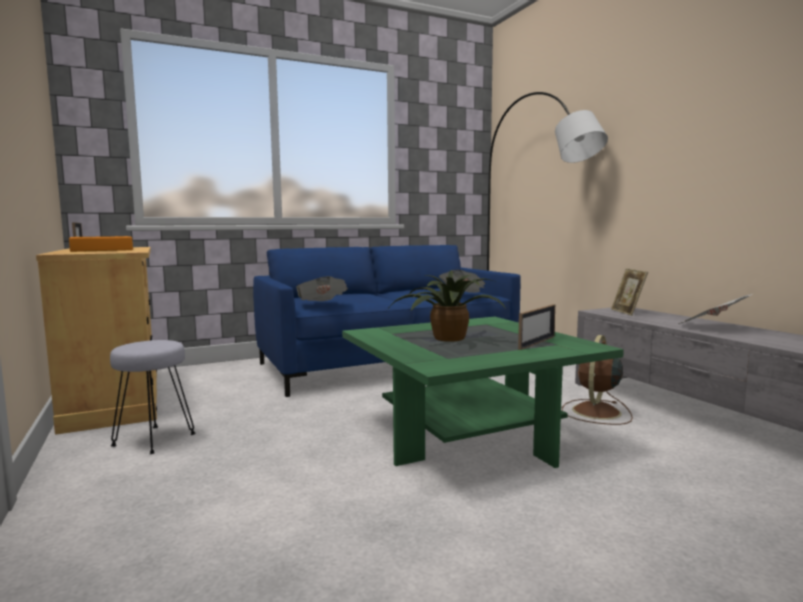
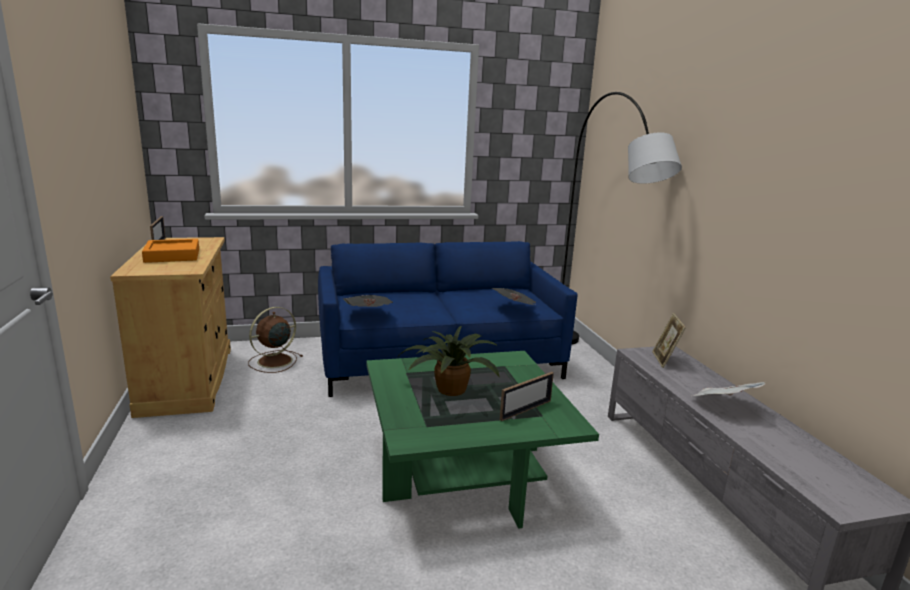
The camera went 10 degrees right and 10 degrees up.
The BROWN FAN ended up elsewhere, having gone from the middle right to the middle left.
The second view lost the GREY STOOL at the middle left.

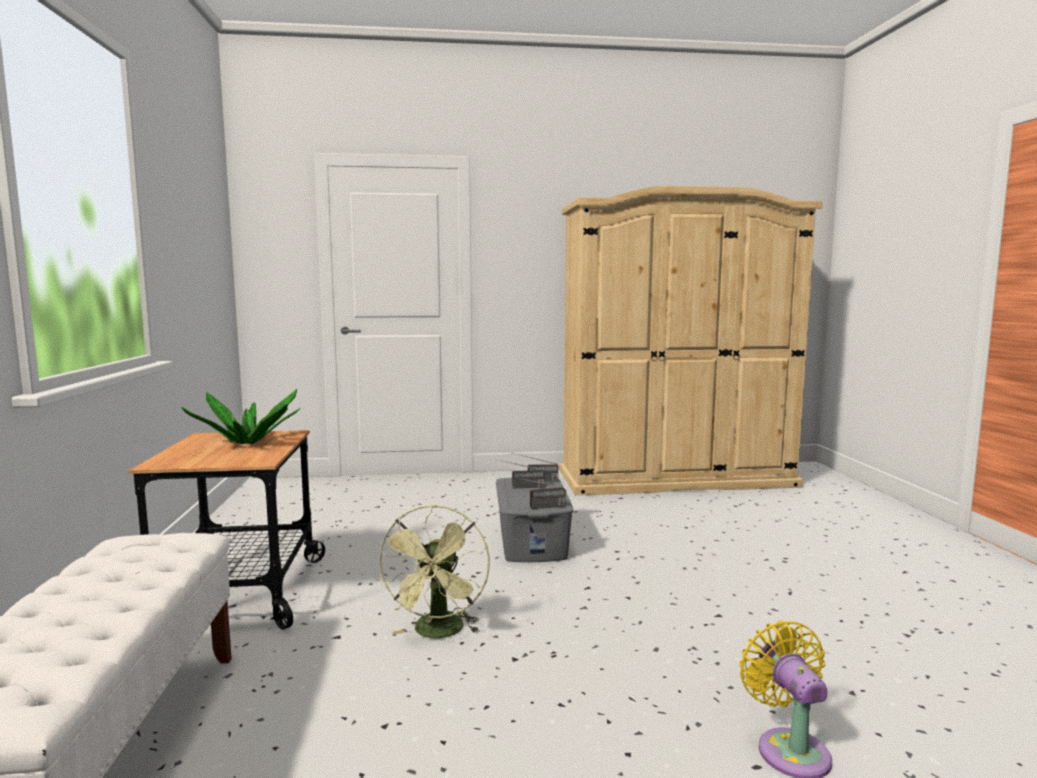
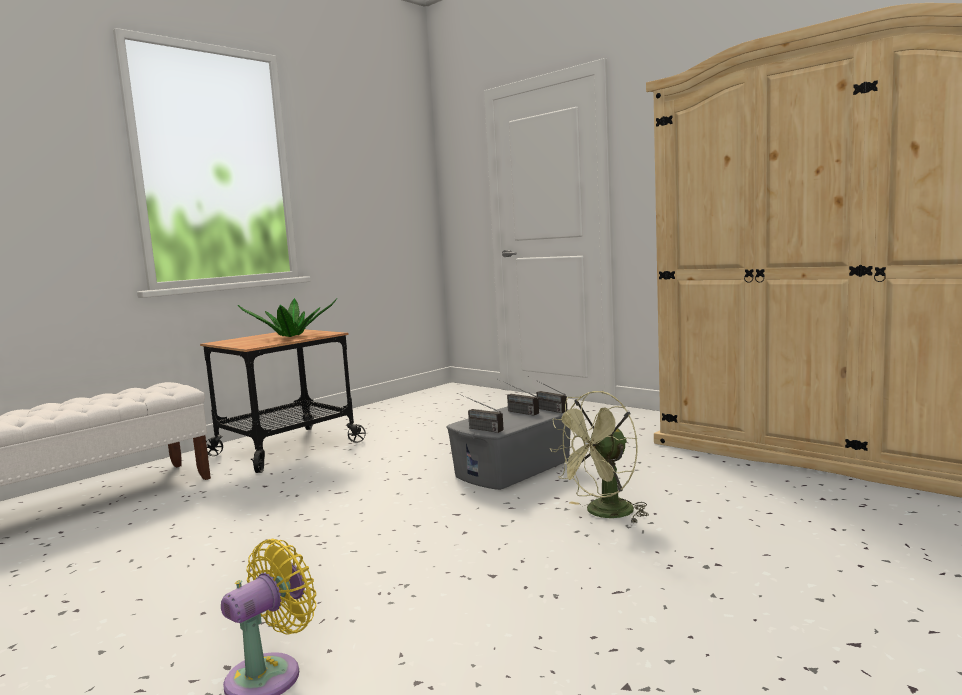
The camera went 50 degrees right and 0 degrees up.
The GREEN FAN ended up elsewhere, having gone from the bottom centre to the centre.

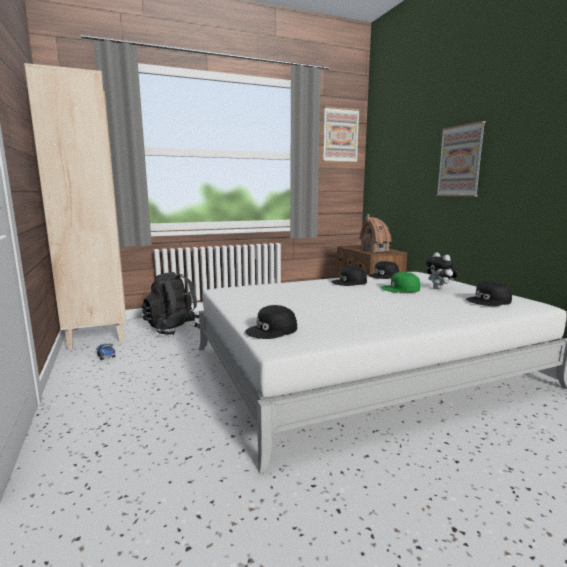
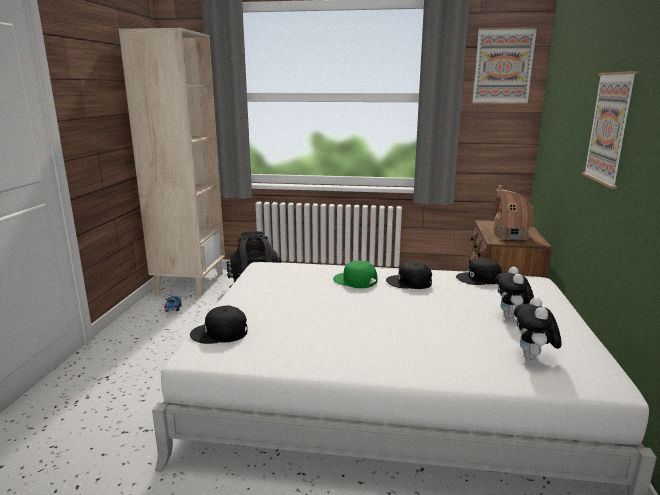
The camera went 30 degrees right and 5 degrees up.
The GREEN CAP ended up elsewhere, having gone from the middle right to the centre.
Where the BLACK CAP (no. 4 from left) stood at the middle right, the PLUSH TOY (no. 2 from left) came to stand at the middle right.

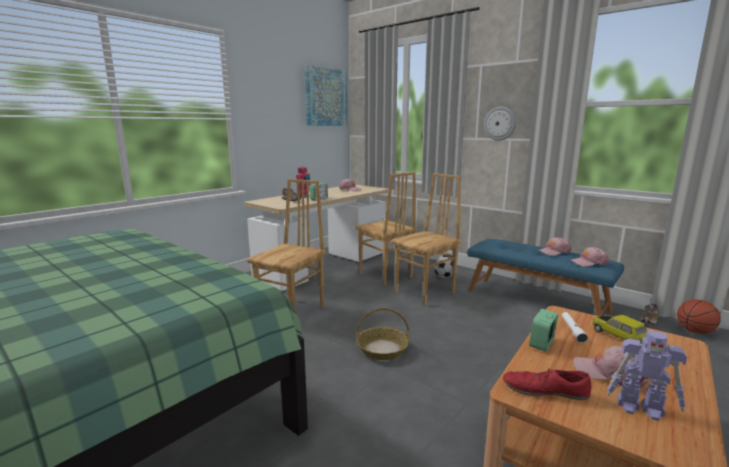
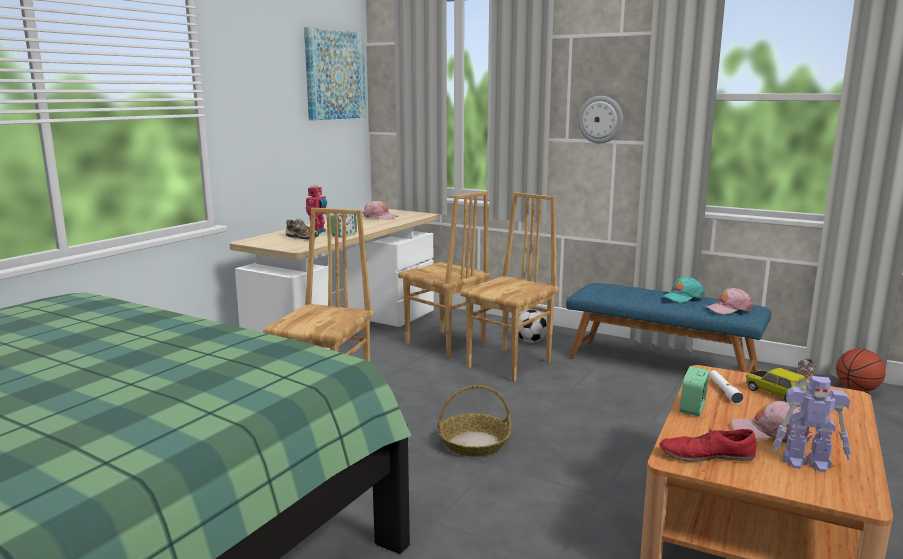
The camera went 10 degrees left and 0 degrees up.
What was the PINK CAP (no. 2 from left) at the middle right turned into the TURQUOISE CAP at the middle right.

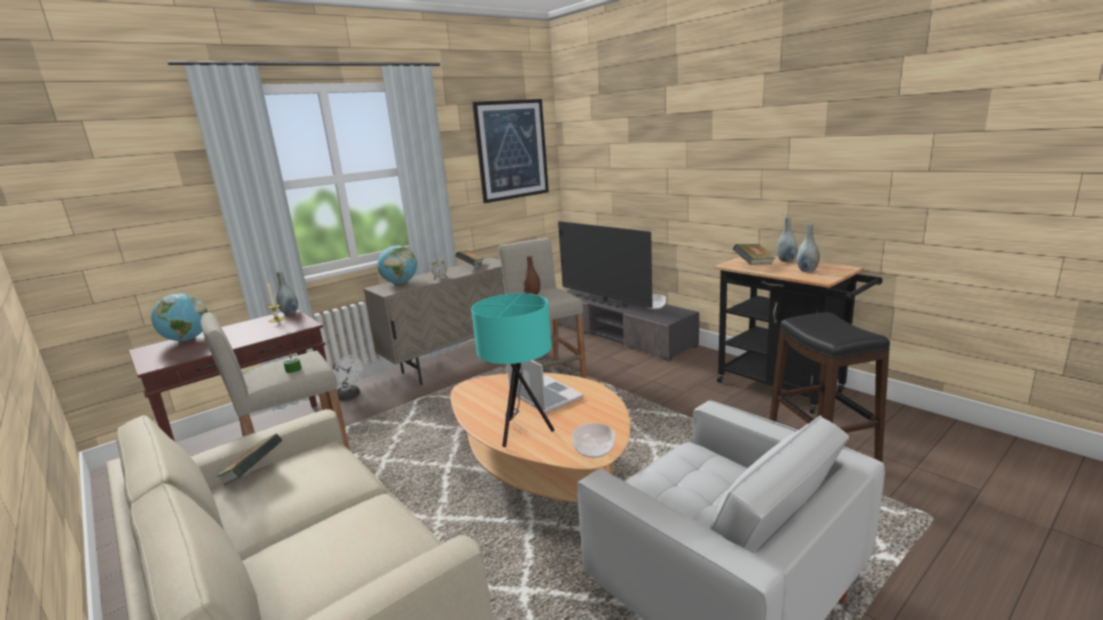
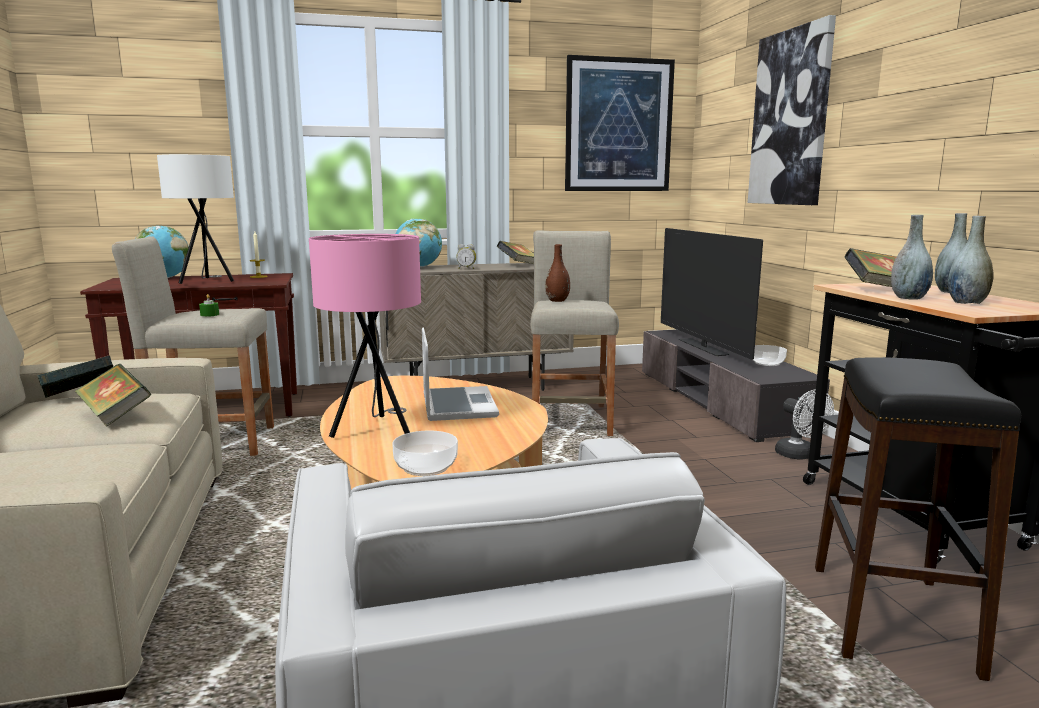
The camera went 25 degrees right and 5 degrees down.
The second view gained the BOOK (no. 2 from left) at the middle left.
The second view gained the WHITE TABLE LAMP at the top left.
What was the TURQUOISE TABLE LAMP at the centre turned into the PINK TABLE LAMP at the centre.
The second view gained the PICTURE (no. 2 from left) at the top right.
The WHITE FAN ended up elsewhere, having gone from the middle left to the middle right.
The GREY VASE (no. 1 from left) ended up elsewhere, having gone from the middle left to the middle right.

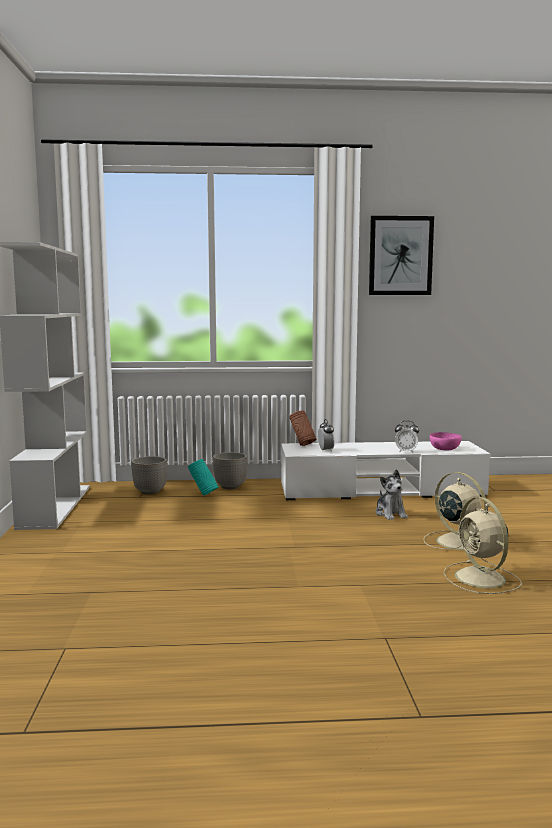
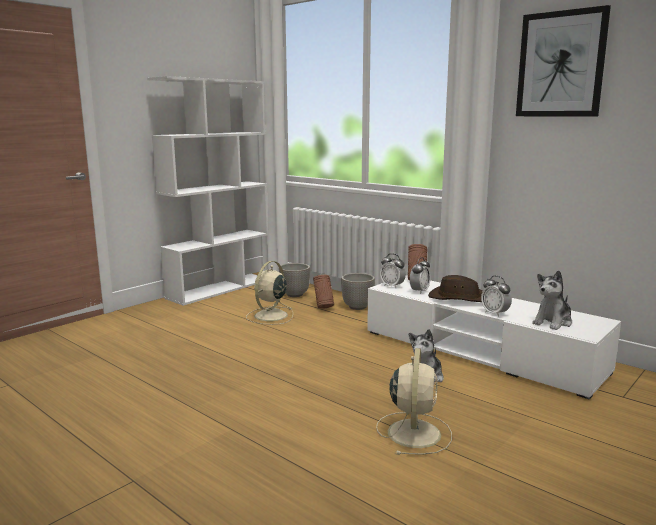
The camera went 45 degrees right and 5 degrees up.
The BEIGE FAN (no. 2 from left in the first image) ended up elsewhere, having gone from the middle right to the centre.
What was the TURQUOISE VASE at the centre turned into the BROWN VASE (no. 1 from left) at the centre.
The second view gained the ALARM CLOCK (no. 1 from left) at the centre.
The second view gained the BROWN HAT at the middle right.
Where the PINK BOWL stood at the middle right, the PLUSH TOY (no. 2 from left) came to stand at the middle right.

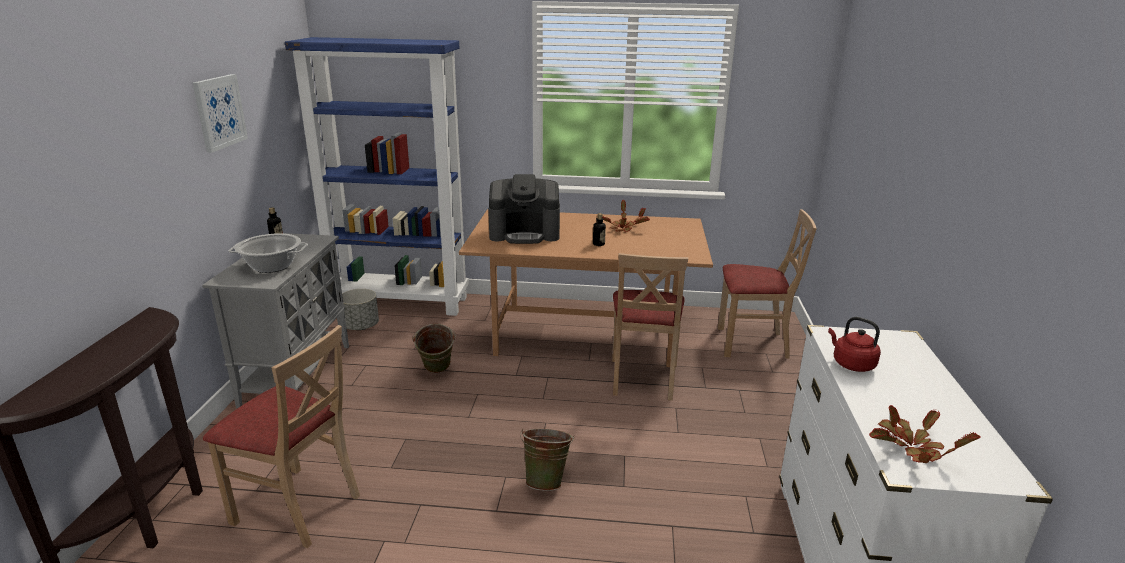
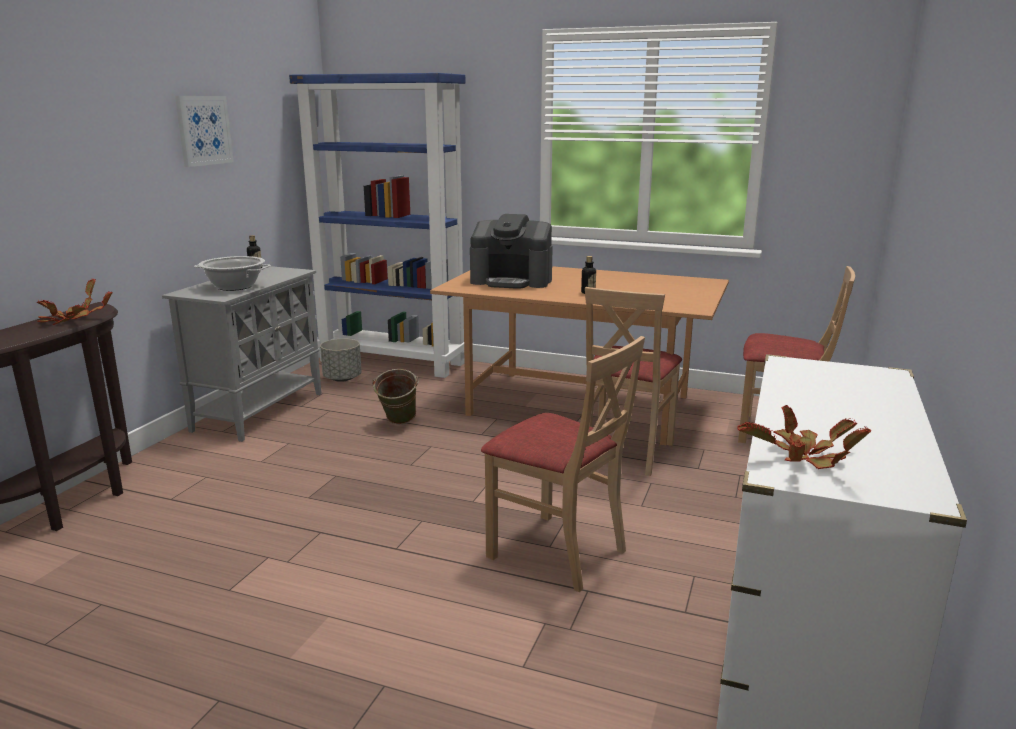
The camera went 15 degrees right and 5 degrees down.
The POTTED PLANT (no. 1 from left) ended up elsewhere, having gone from the centre to the middle left.
The BEIGE CHAIR (no. 1 from left) ended up elsewhere, having gone from the bottom left to the centre.
The second view lost the GREEN BUCKET (no. 2 from left) at the bottom centre.
The second view lost the RED KETTLE at the middle right.

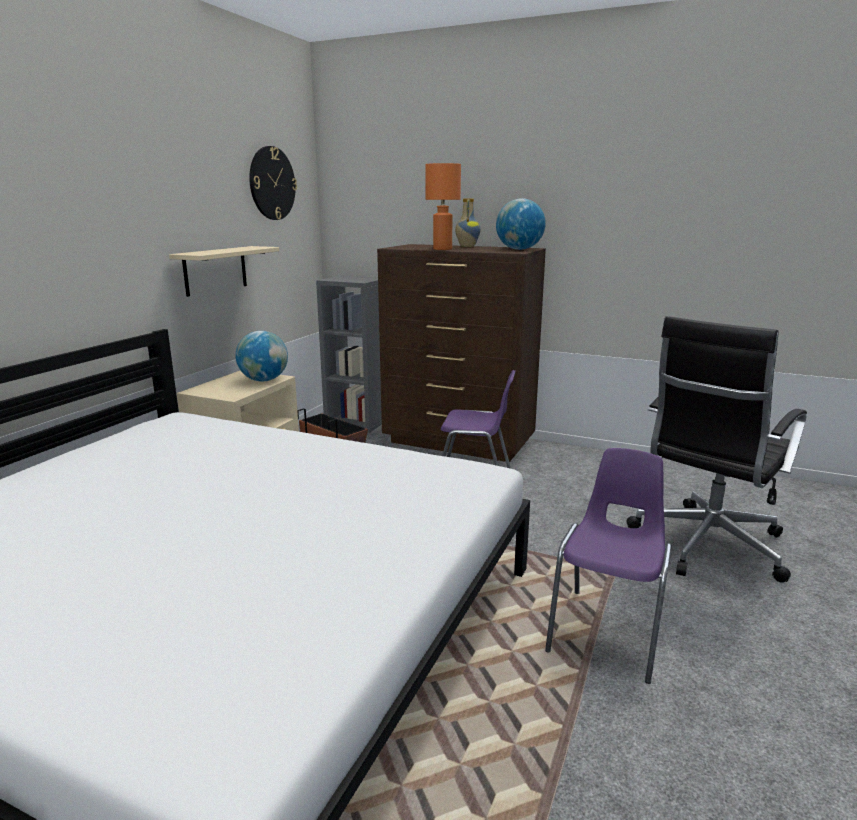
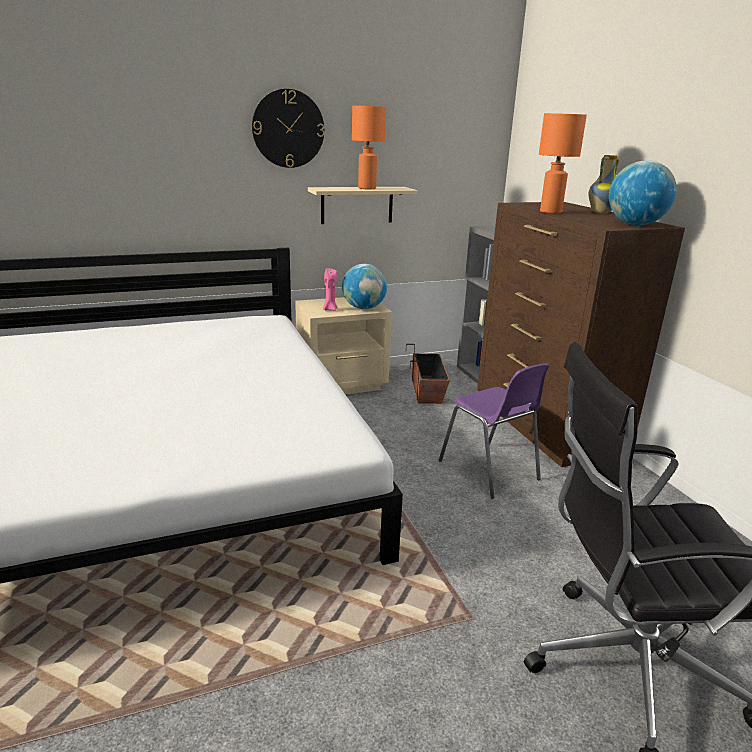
The camera went 45 degrees right and 5 degrees up.
The WALL CLOCK ended up elsewhere, having gone from the top left to the top centre.
The second view gained the PINK CANDLE at the centre.
The second view gained the ORANGE TABLE LAMP (no. 1 from left) at the top centre.
The second view lost the PURPLE CHAIR (no. 2 from left) at the bottom right.

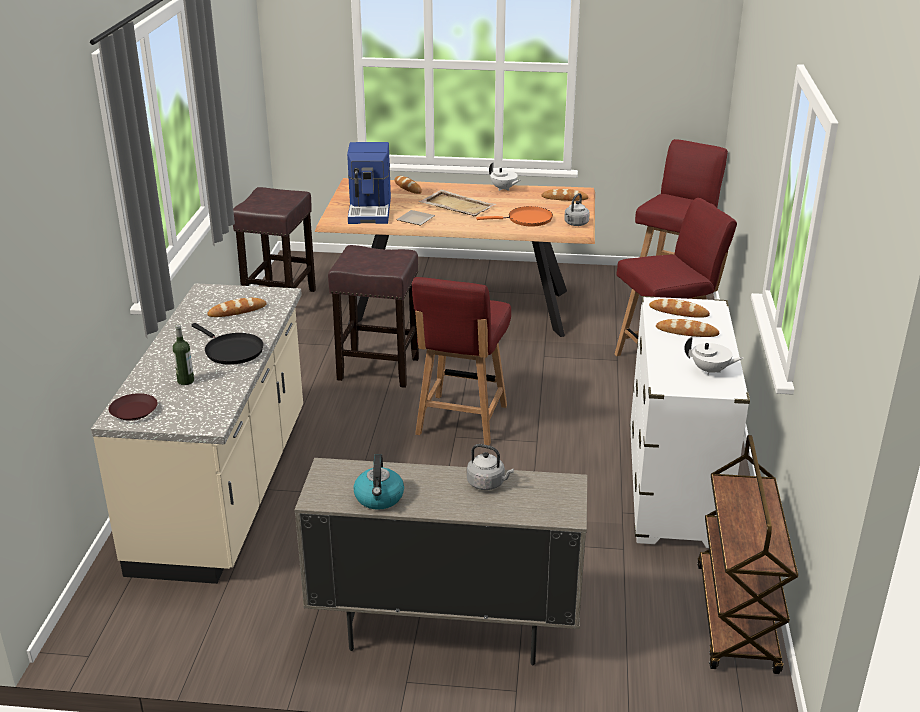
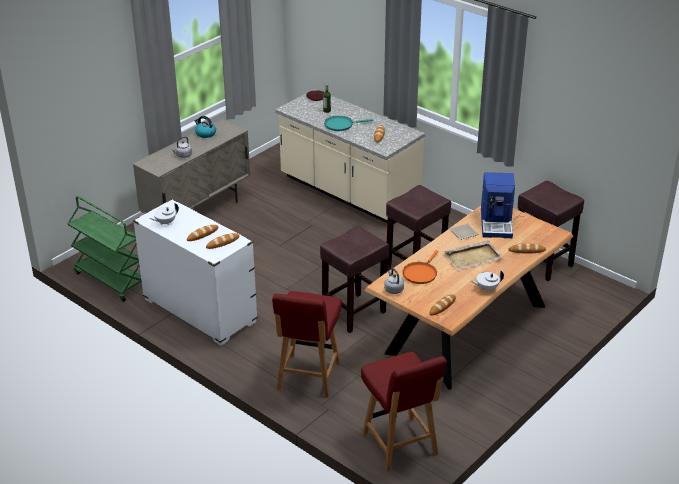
The camera went 125 degrees right and 5 degrees up.
What was the BROWN CART at the bottom right turned into the GREEN CART at the middle left.
The second view gained the BROWN STOOL (no. 1 from left) at the centre.
What was the BLACK FRYING PAN at the middle left turned into the TURQUOISE FRYING PAN at the top centre.
The COFFEE MACHINE at the top centre ended up facing another way, 120 degrees counterclockwise from before.
The second view lost the RED CHAIR (no. 1 from left) at the centre.

